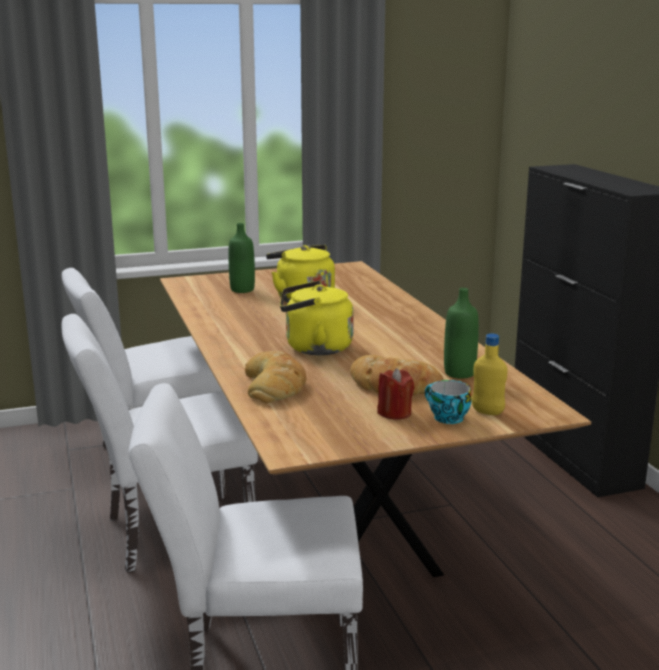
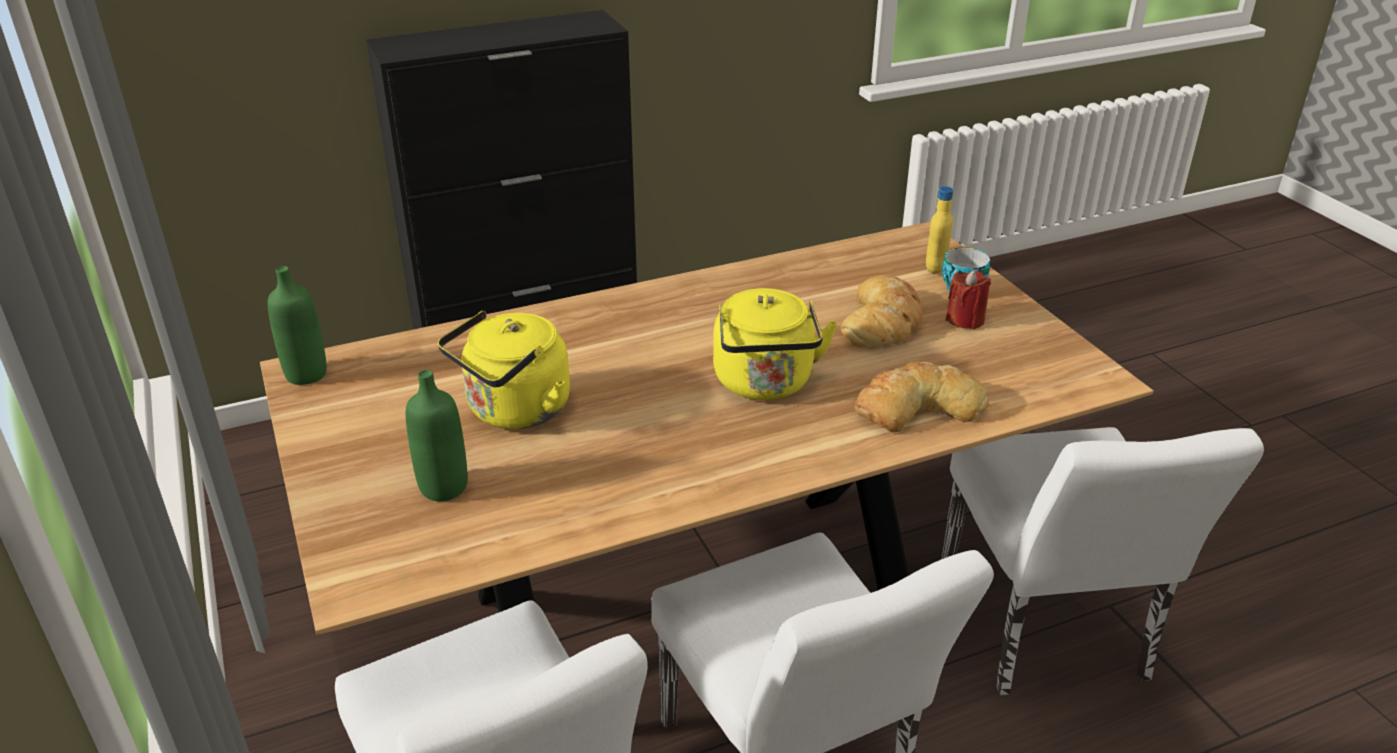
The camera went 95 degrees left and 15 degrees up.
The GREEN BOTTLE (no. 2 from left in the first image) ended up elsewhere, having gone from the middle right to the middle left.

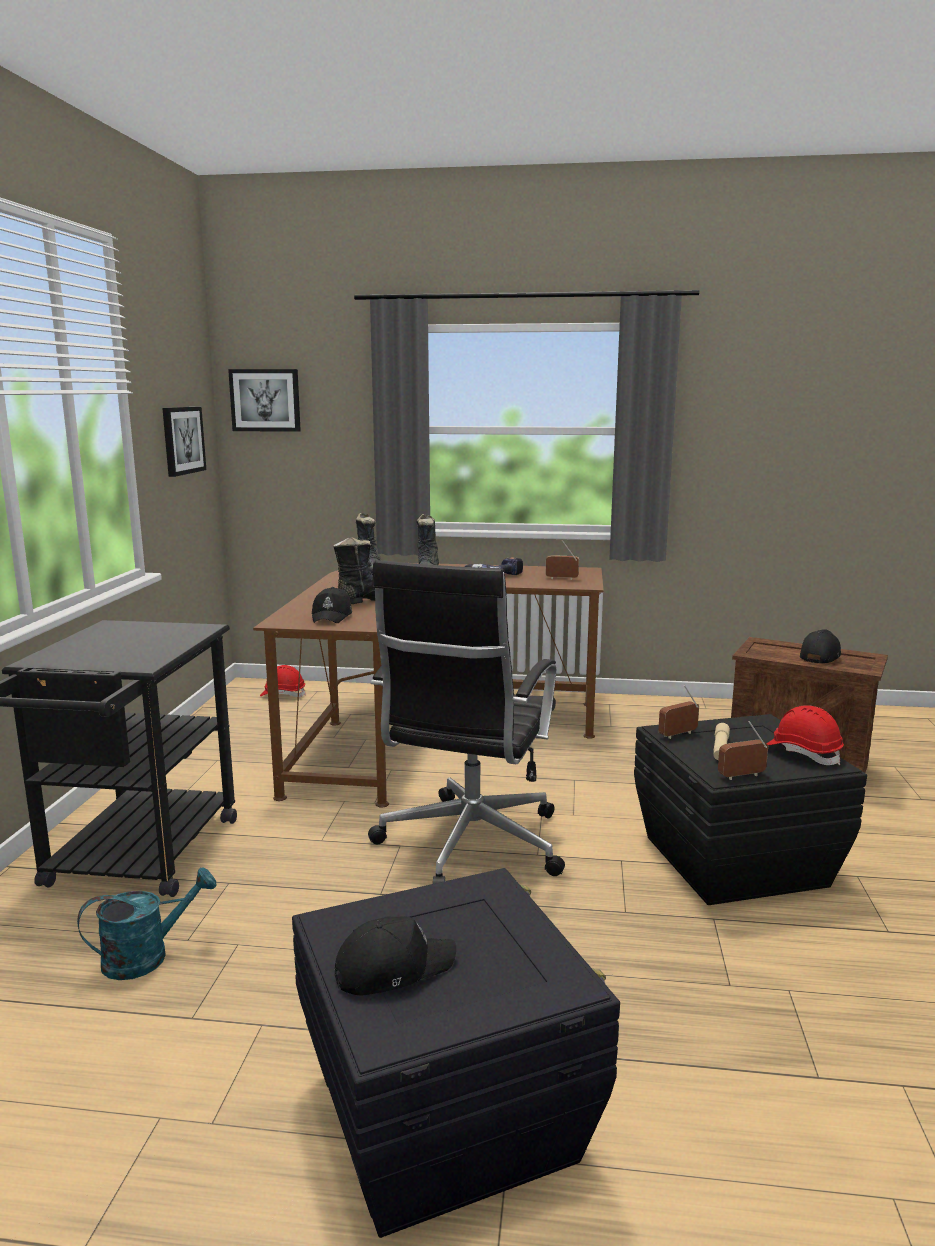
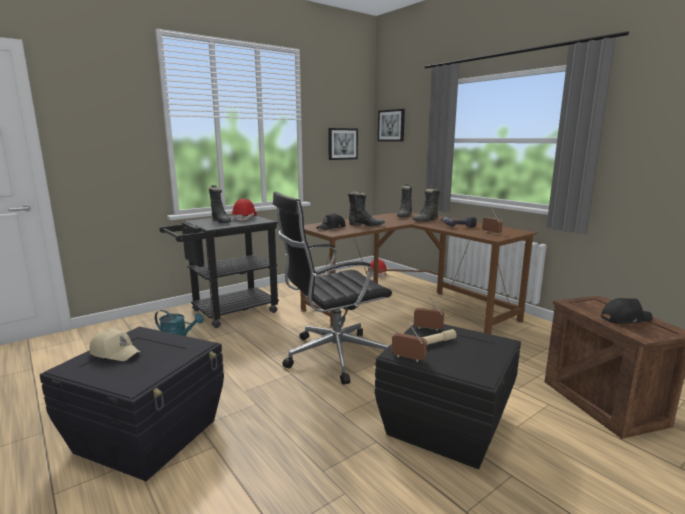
The camera went 45 degrees right and 0 degrees up.
What was the BLACK CAP (no. 2 from left) at the bottom centre turned into the BEIGE CAP at the bottom left.
The second view gained the BLACK BOOT (no. 1 from left) at the middle left.
The RED HARD HAT (no. 2 from left in the first image) ended up elsewhere, having gone from the middle right to the centre.

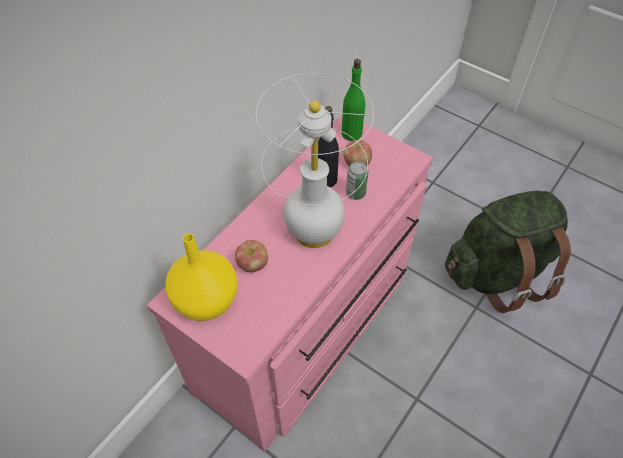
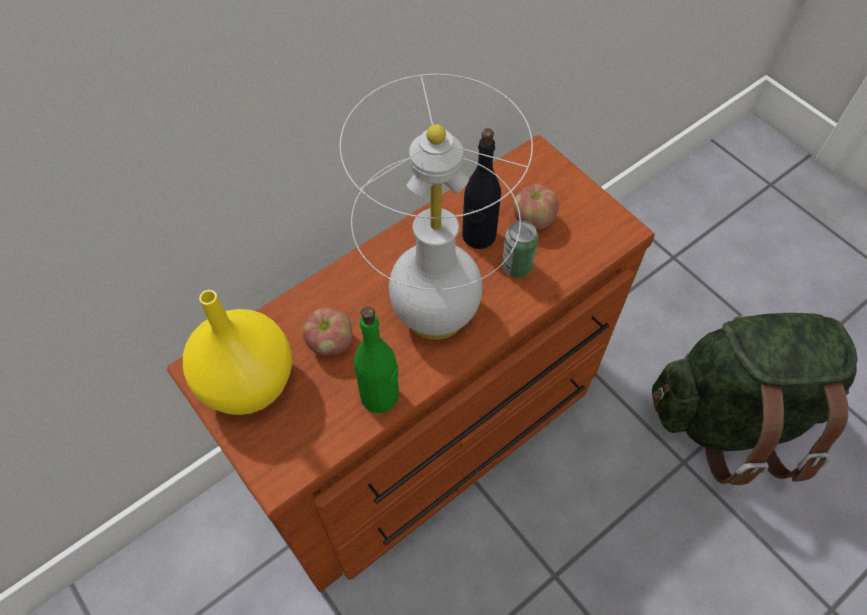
The camera went 15 degrees right and 5 degrees up.
What was the PINK DRESSER at the centre turned into the BROWN DRESSER at the centre.
The GREEN BOTTLE ended up elsewhere, having gone from the top centre to the centre.

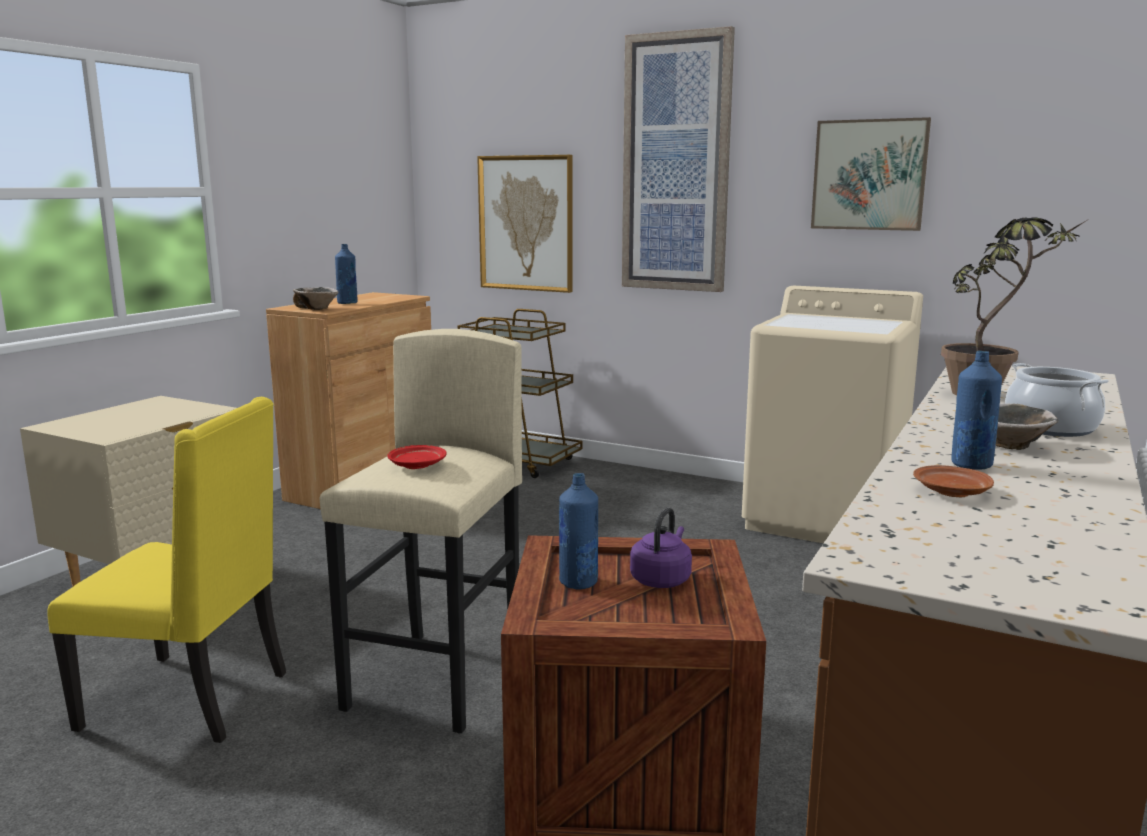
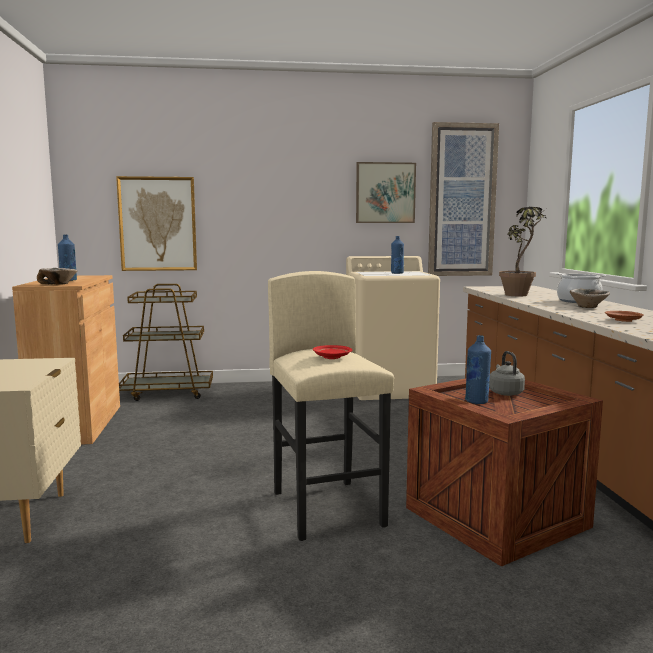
The camera went 35 degrees left and 5 degrees down.
The BLUE BOTTLE (no. 3 from left in the first image) ended up elsewhere, having gone from the middle right to the centre.
The PICTURE (no. 2 from left in the first image) ended up elsewhere, having gone from the top centre to the top right.
What was the PURPLE KETTLE at the centre turned into the GREY KETTLE at the middle right.
The second view lost the YELLOW CHAIR at the bottom left.

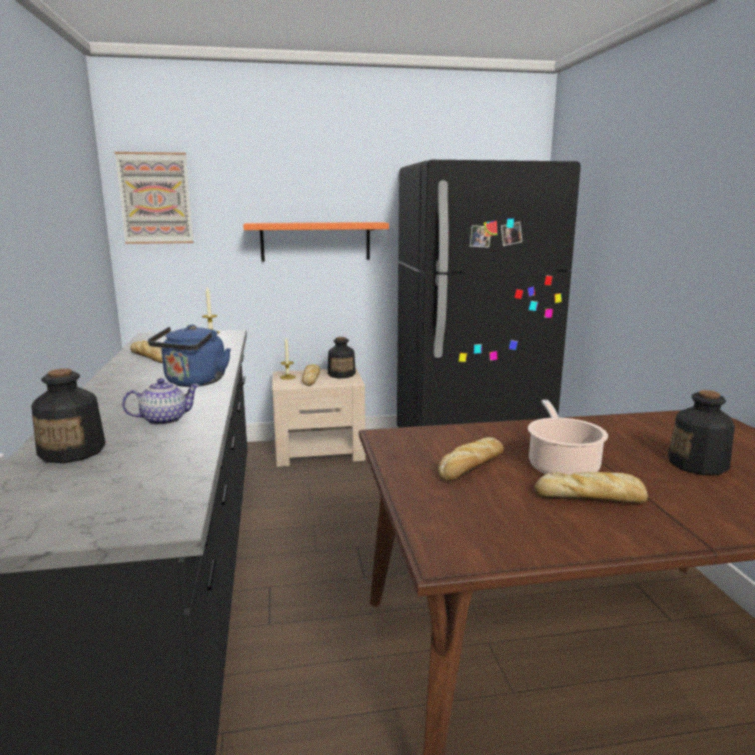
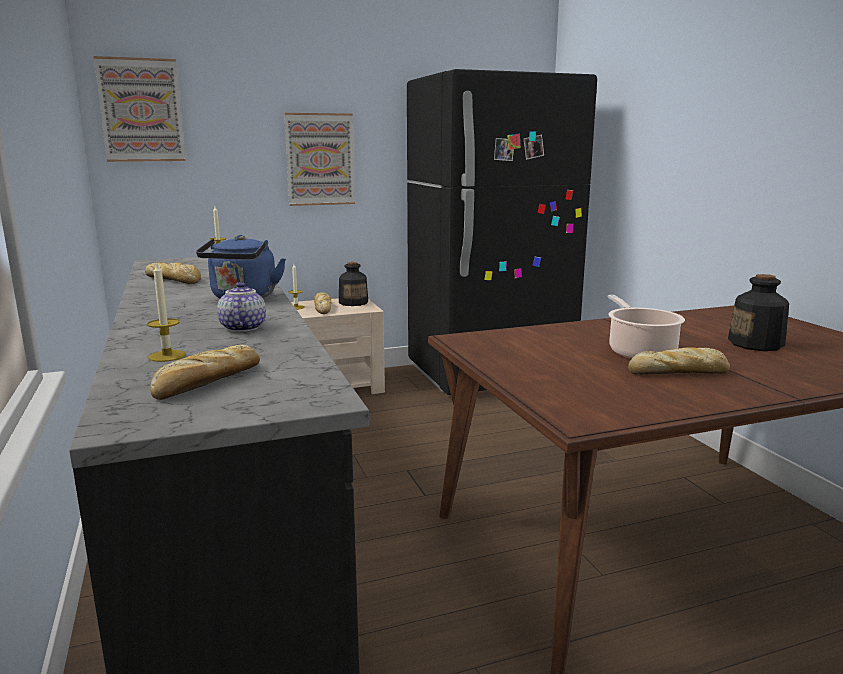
The camera went 10 degrees left and 0 degrees up.
Where the BOTTLE (no. 1 from left) stood at the middle left, the CANDLE (no. 1 from left) came to stand at the middle left.
The BREAD (no. 3 from left in the first image) ended up elsewhere, having gone from the centre to the middle left.
The TEAPOT at the middle left ended up facing another way, 60 degrees counterclockwise from before.
Where the ORANGE SHELF hung at the top centre, the PICTURE (no. 2 from left) came to hang at the top centre.

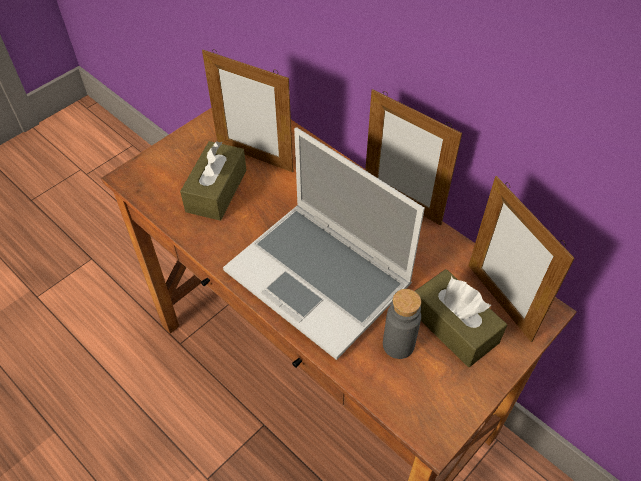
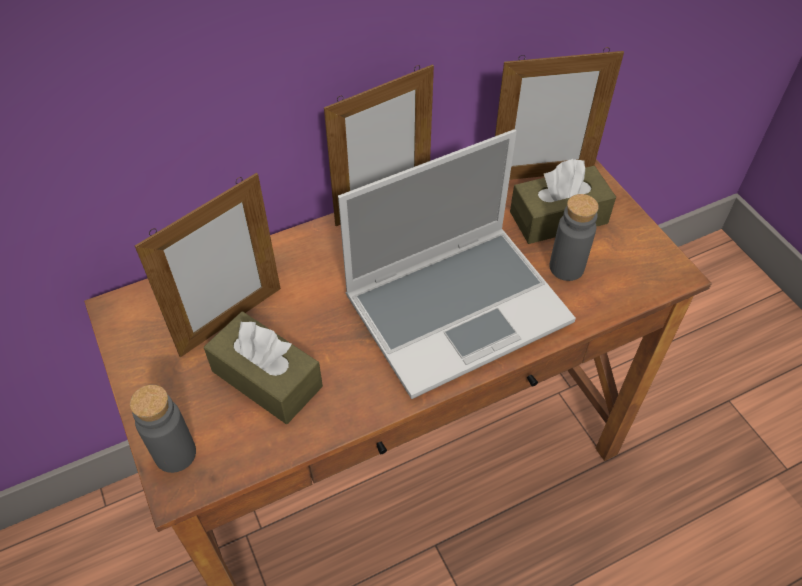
The camera went 70 degrees left and 0 degrees up.
The second view gained the GREY BOTTLE (no. 1 from left) at the bottom left.

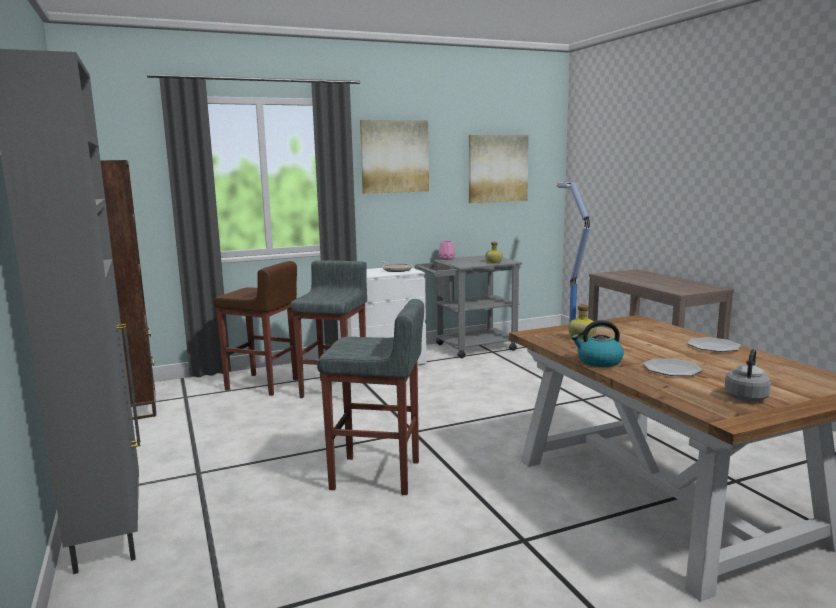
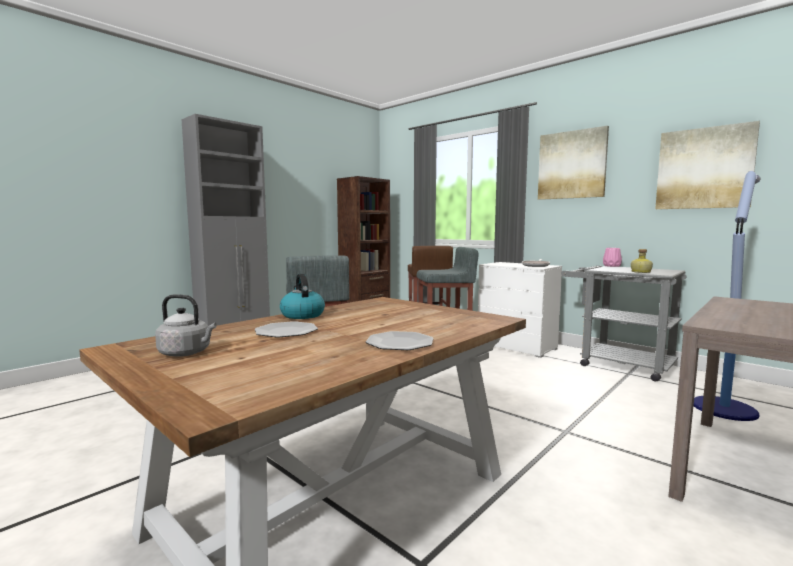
The camera went 65 degrees right and 5 degrees down.
The second view lost the BOTTLE (no. 2 from left) at the middle right.

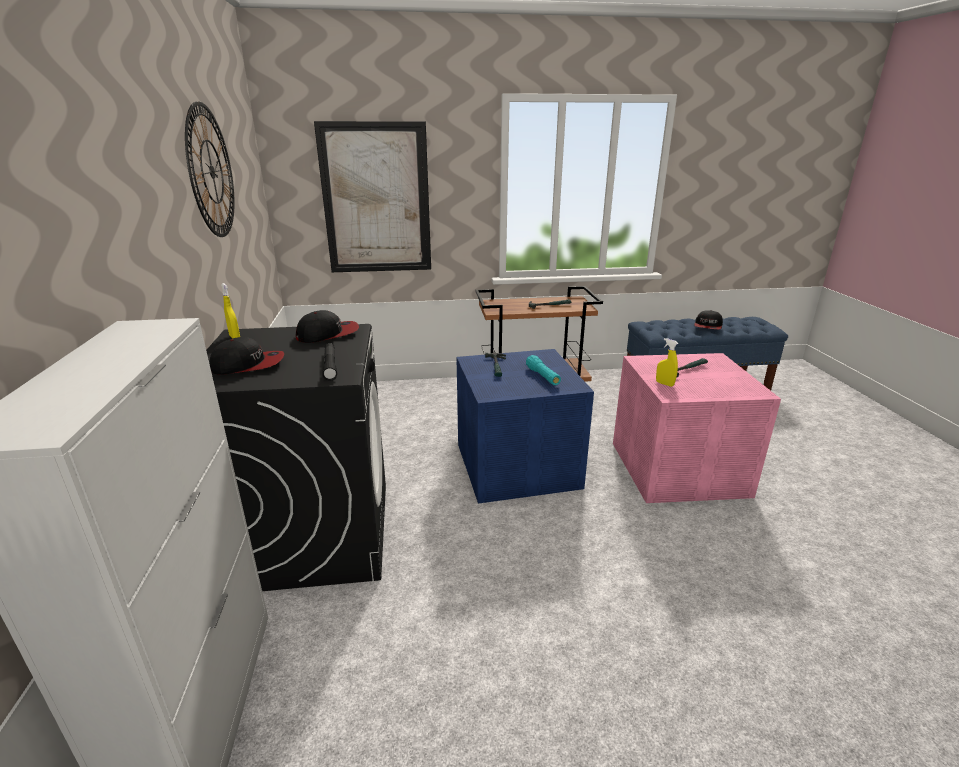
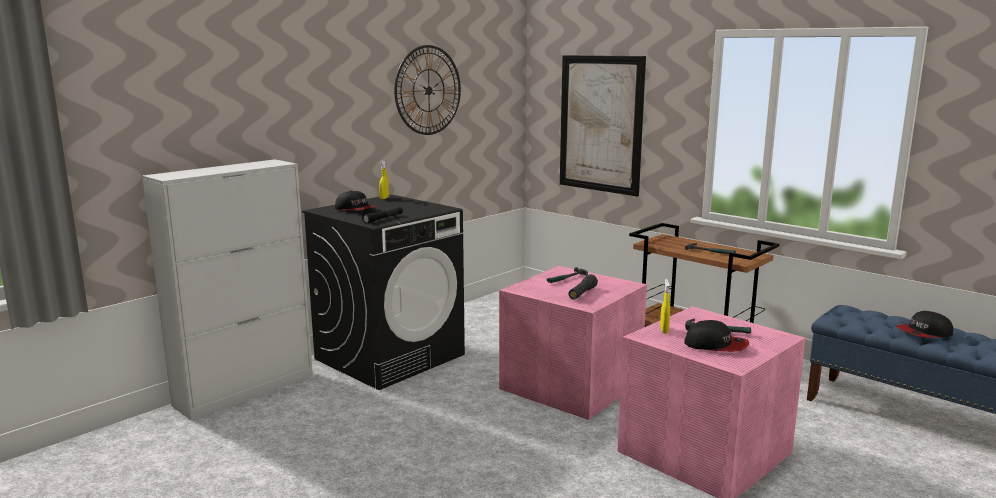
The camera went 50 degrees right and 10 degrees down.
What was the BLUE STORAGE BOX at the centre turned into the PINK STORAGE BOX (no. 1 from left) at the bottom centre.
What was the TURQUOISE FLASHLIGHT at the centre turned into the BLACK FLASHLIGHT (no. 2 from left) at the centre.
The CAP (no. 2 from left) ended up elsewhere, having gone from the centre to the bottom right.

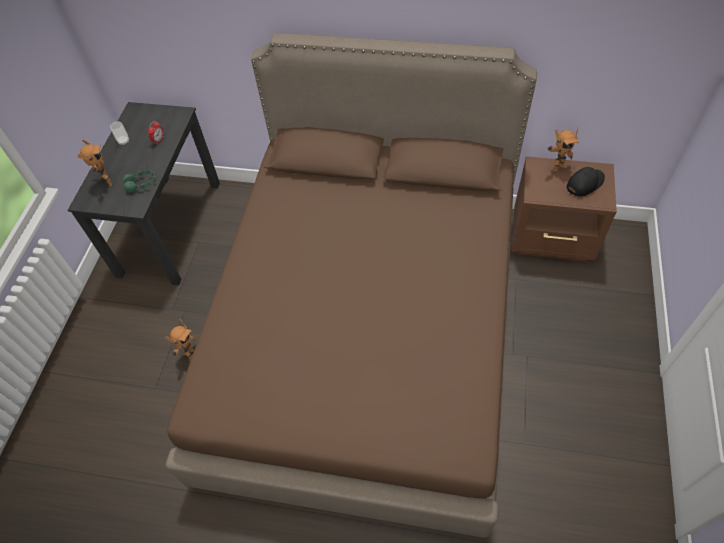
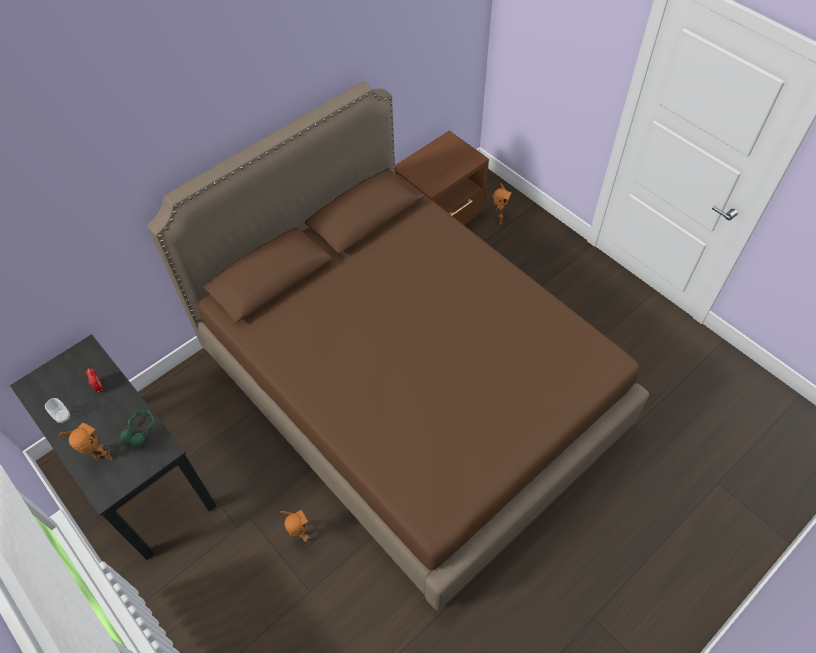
The camera went 55 degrees left and 0 degrees up.
The TOY ROBOT (no. 3 from left) ended up elsewhere, having gone from the top right to the top centre.
The second view lost the BLACK CAP at the middle right.

